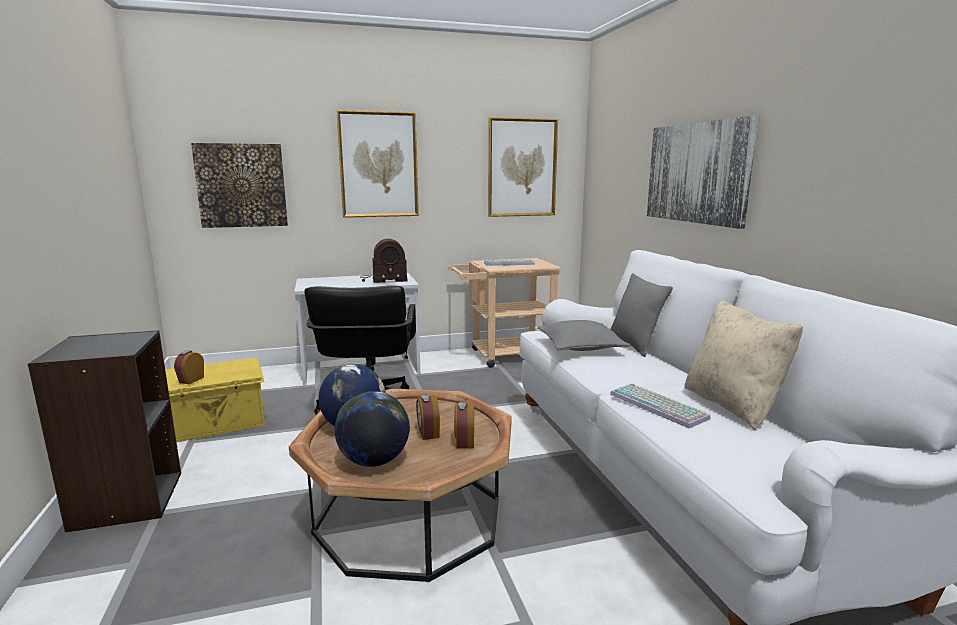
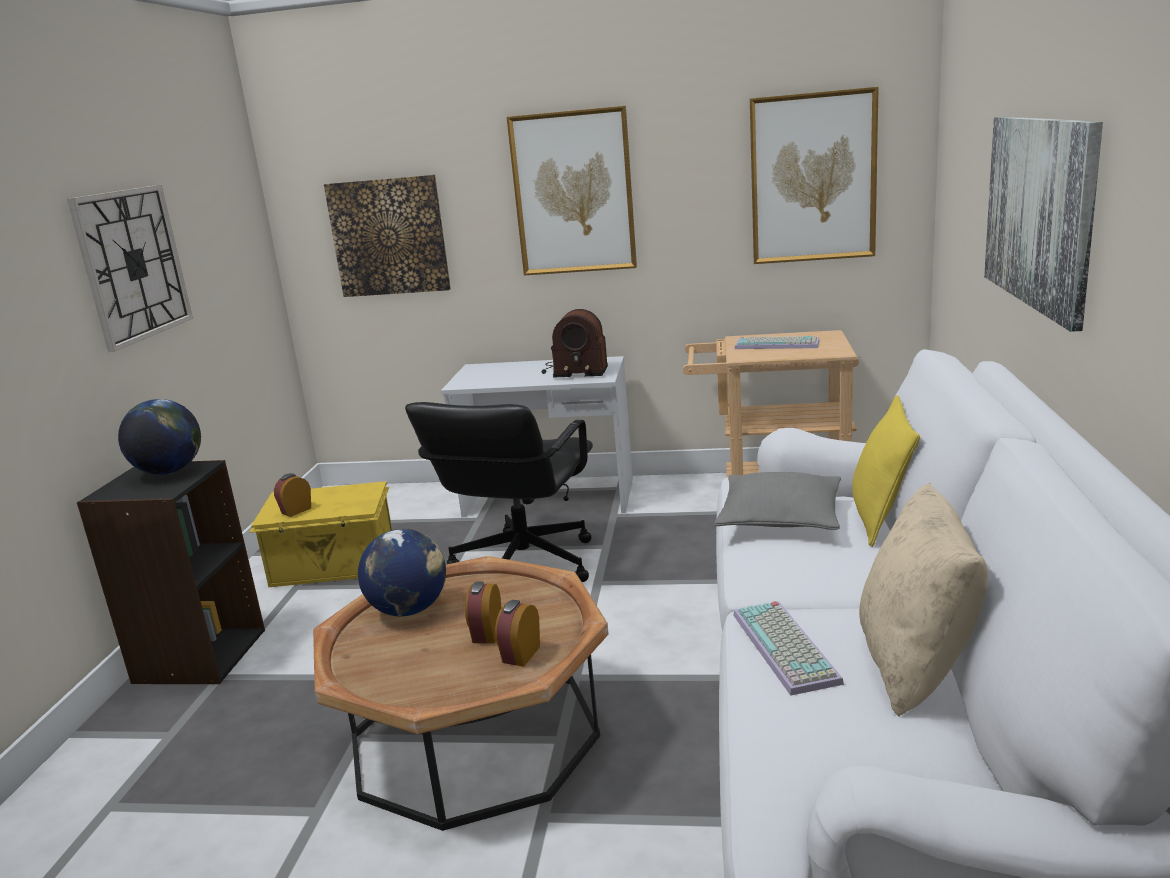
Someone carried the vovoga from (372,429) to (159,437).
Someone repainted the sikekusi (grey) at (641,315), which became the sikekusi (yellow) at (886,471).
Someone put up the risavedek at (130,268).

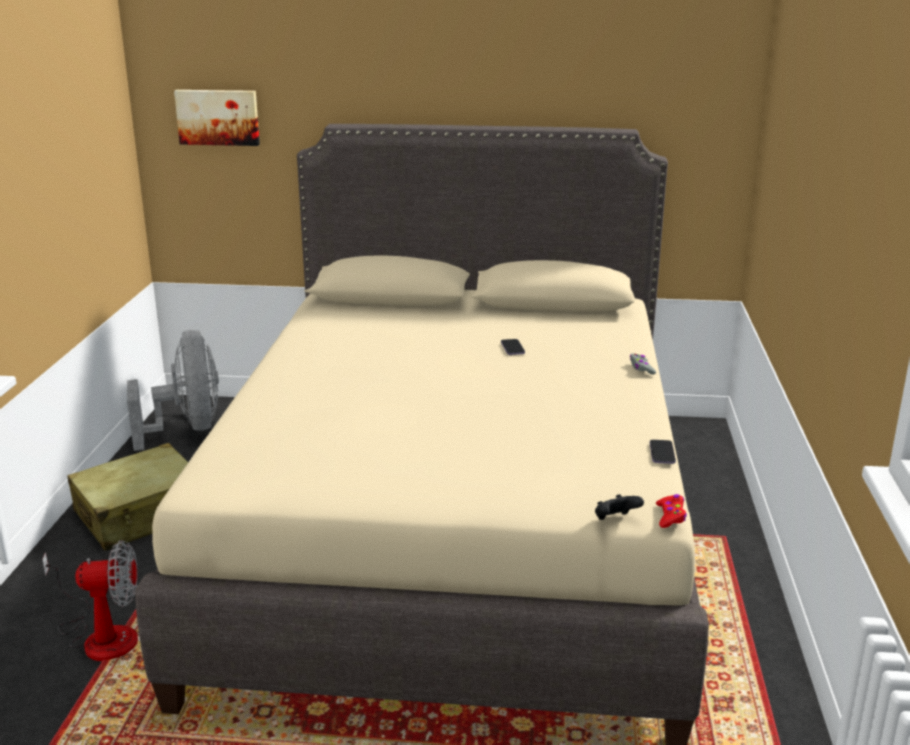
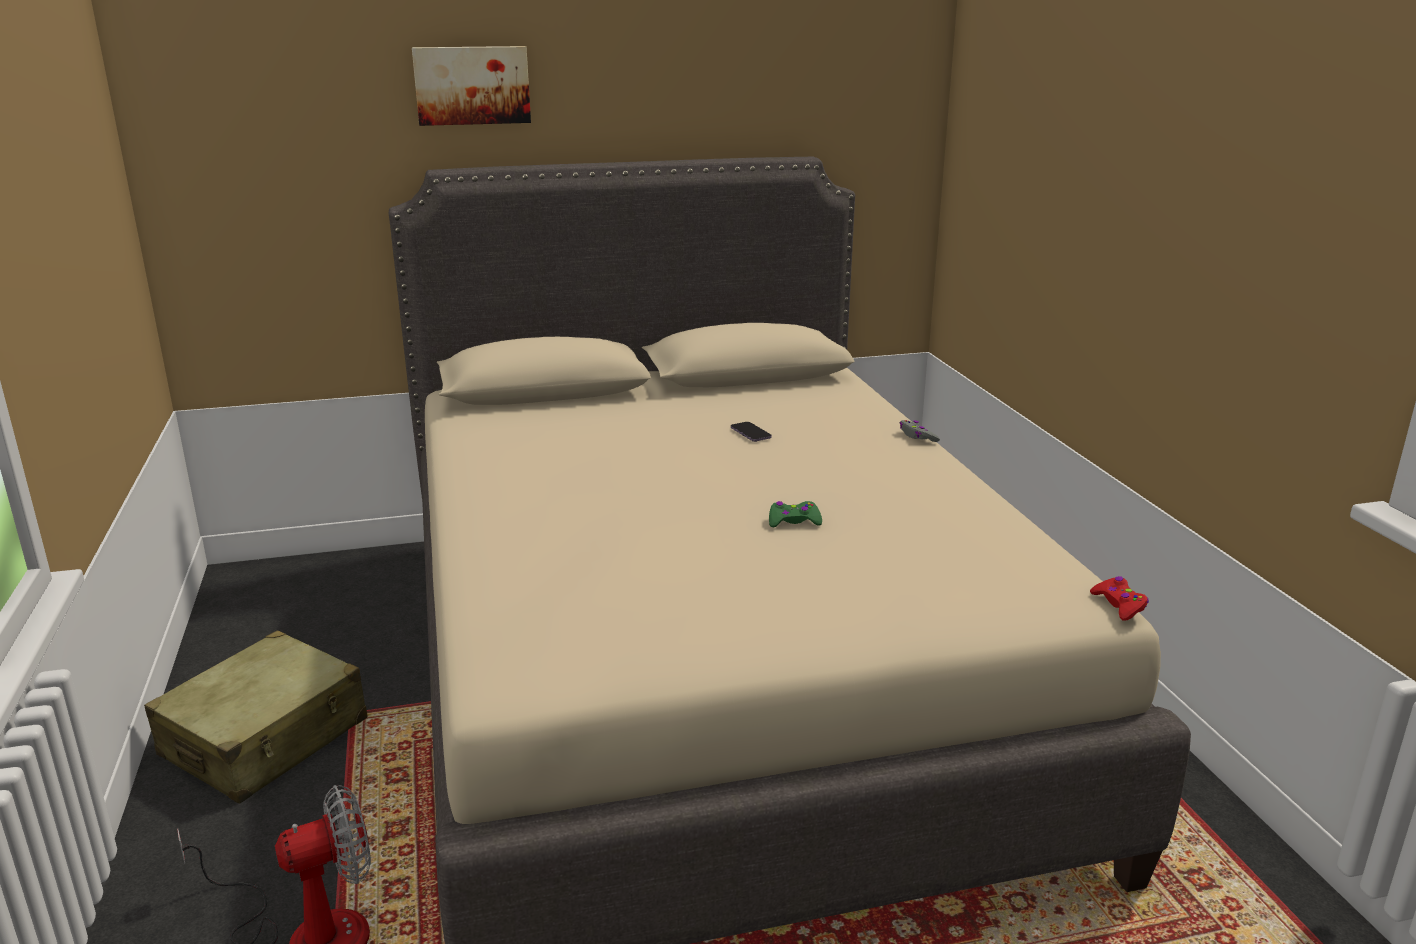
Someone took away the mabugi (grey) at (173,390).
Someone carried the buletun from (217,118) to (471,86).
Someone took away the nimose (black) at (619,507).
Someone took away the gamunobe at (663,452).
Someone put down the nimose (green) at (795,514).

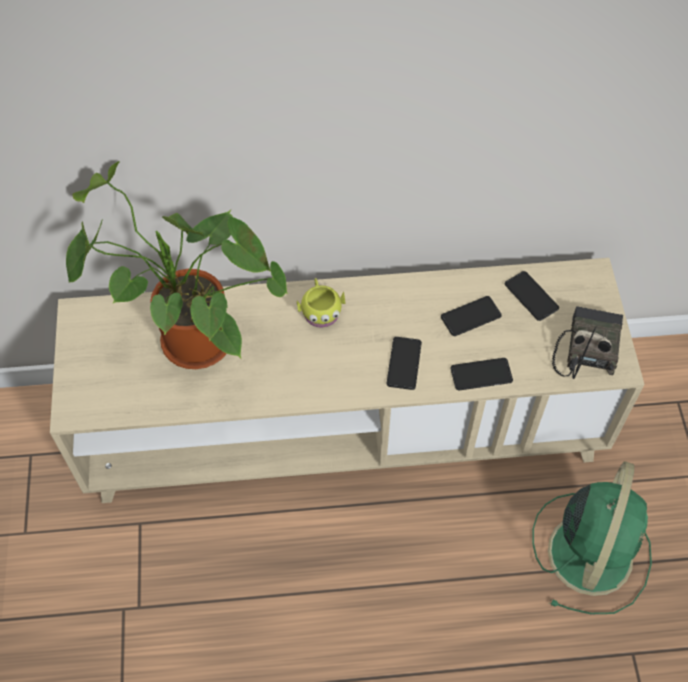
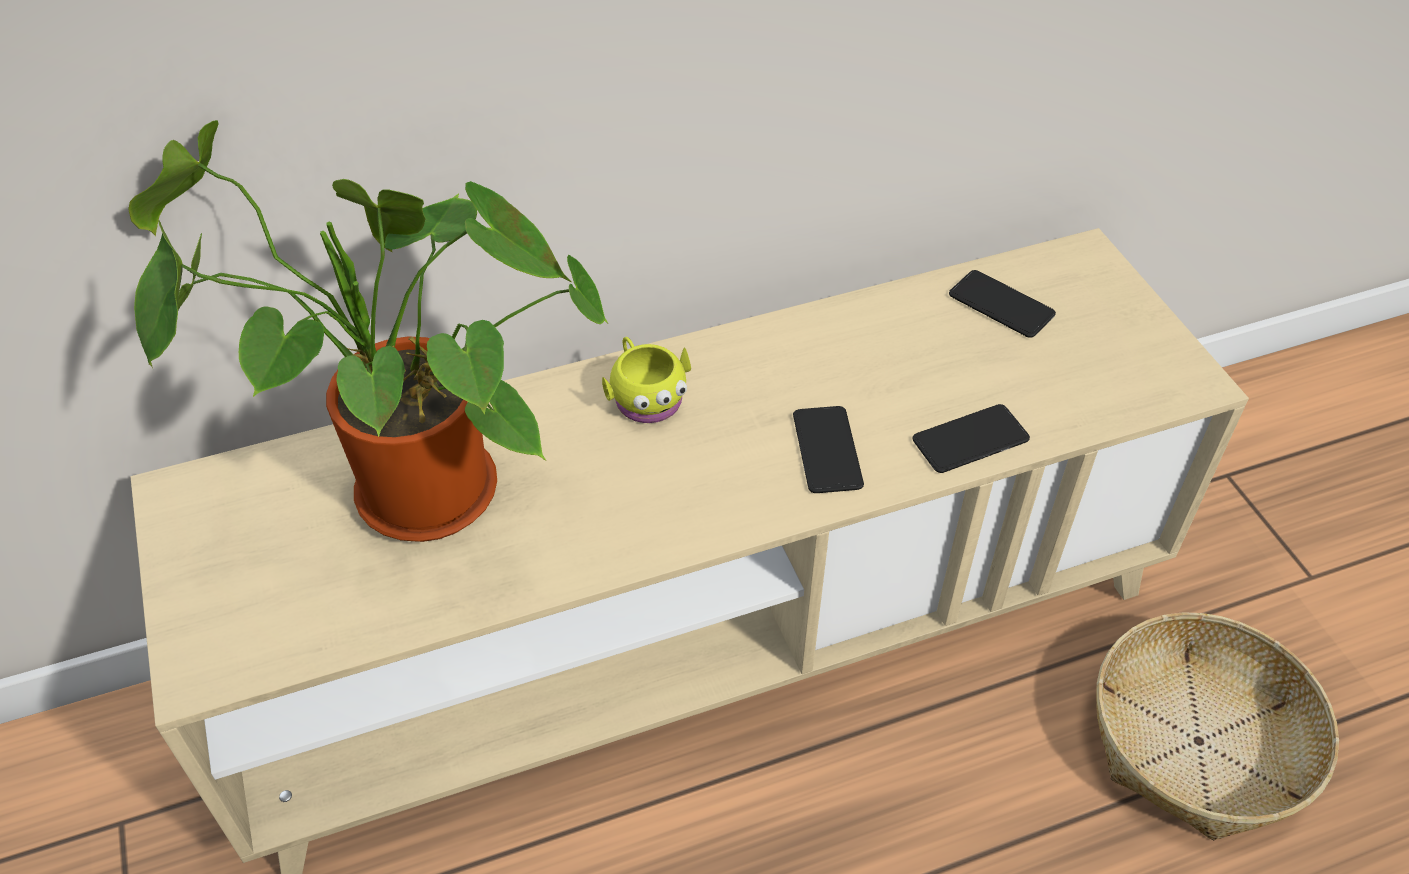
Someone took away the gamunobe at (471,316).
Someone swapped the mabugi (green) at (592,537) for the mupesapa at (1217,726).
Someone took away the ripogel at (587,342).

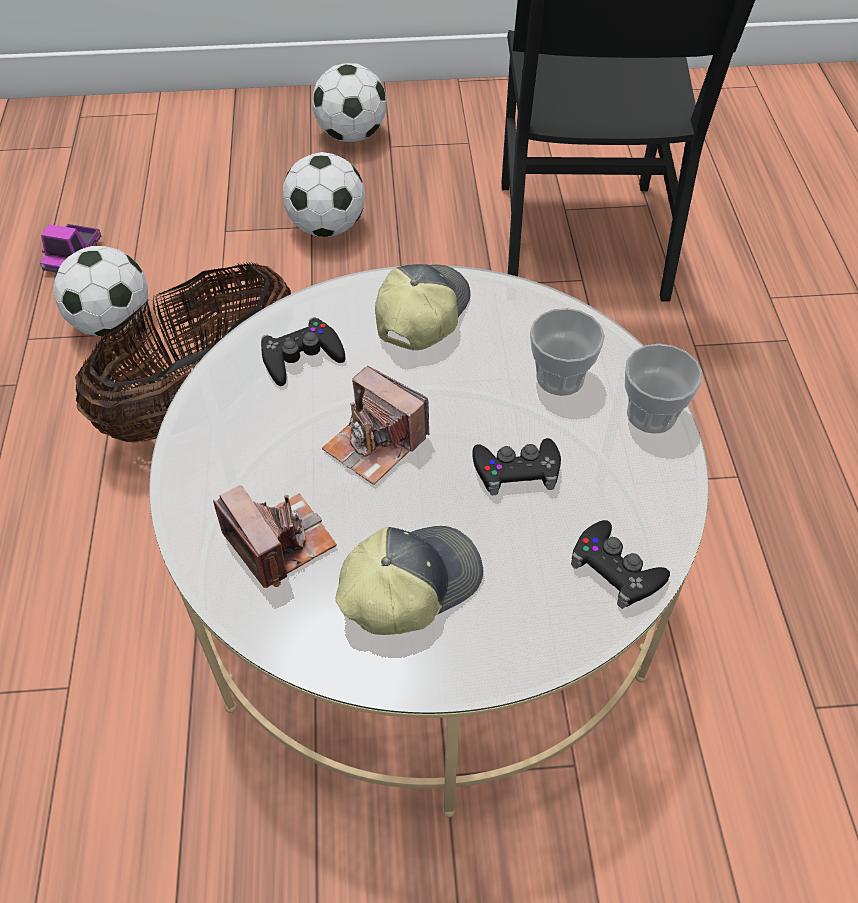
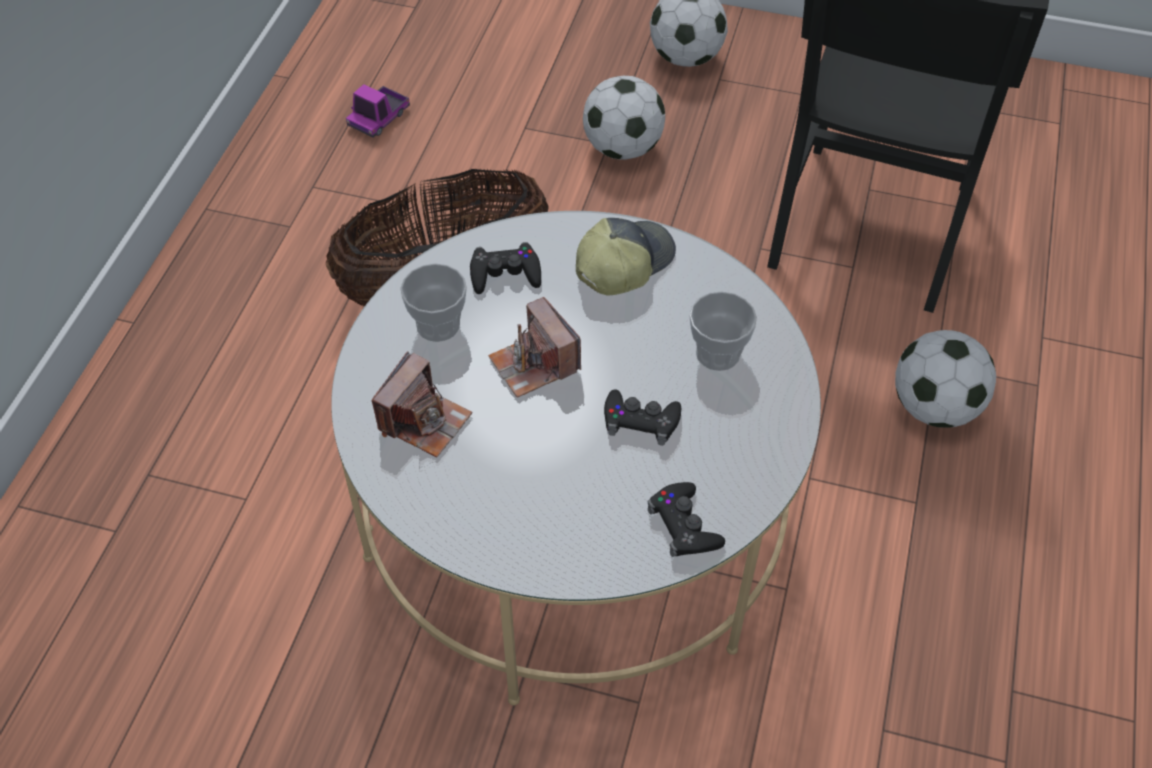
Someone carried the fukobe from (101,291) to (945,379).
Someone rotated the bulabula at (275,536) by 45 degrees clockwise.
Someone took away the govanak at (409,580).
Someone carried the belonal from (663,389) to (433,302).

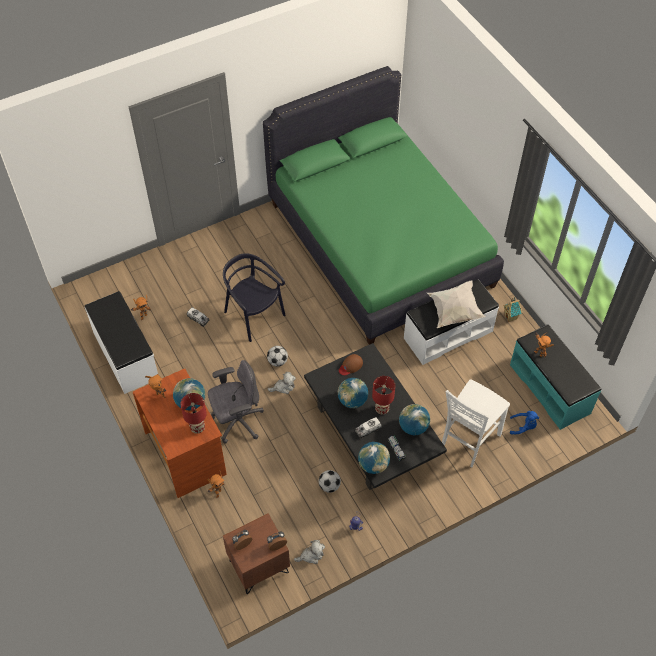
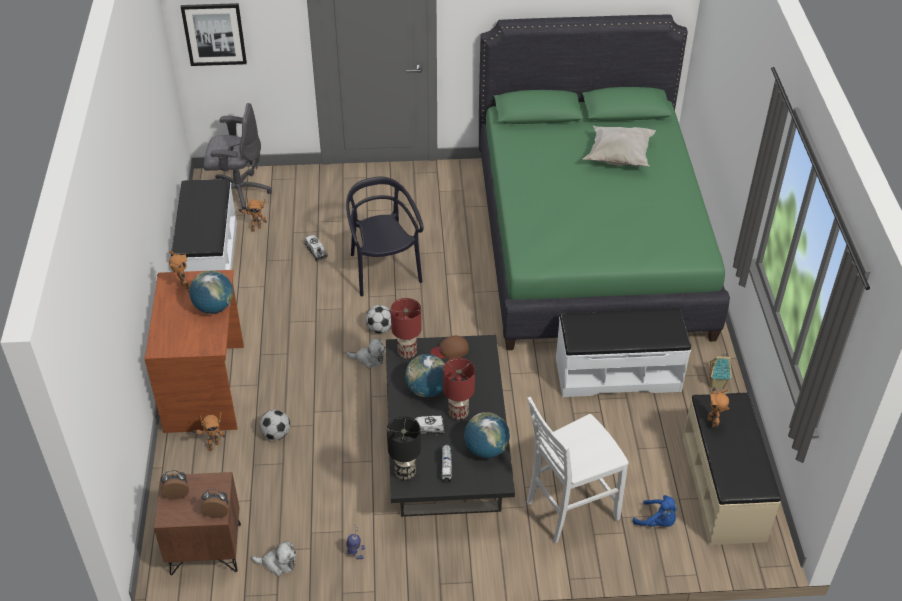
Someone carried the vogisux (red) from (193,413) to (406,328).
Someone carried the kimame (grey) from (236,402) to (238,157).
Someone carried the fukobe from (330,481) to (275,425).
Someone swapped the vovoga at (374,458) for the vogisux (black) at (404,448).
Someone carried the sikekusi (white) from (456,304) to (619,146).
Someone repainted the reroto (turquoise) at (555,377), which became the reroto (beige) at (731,468).
Someone put up the buletun at (214,34).

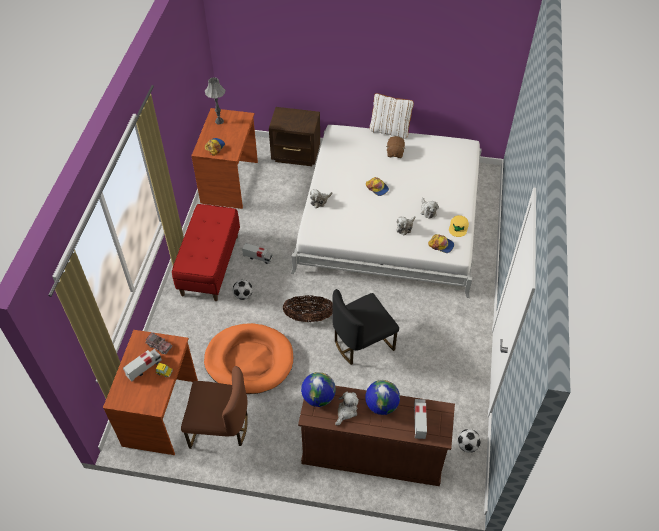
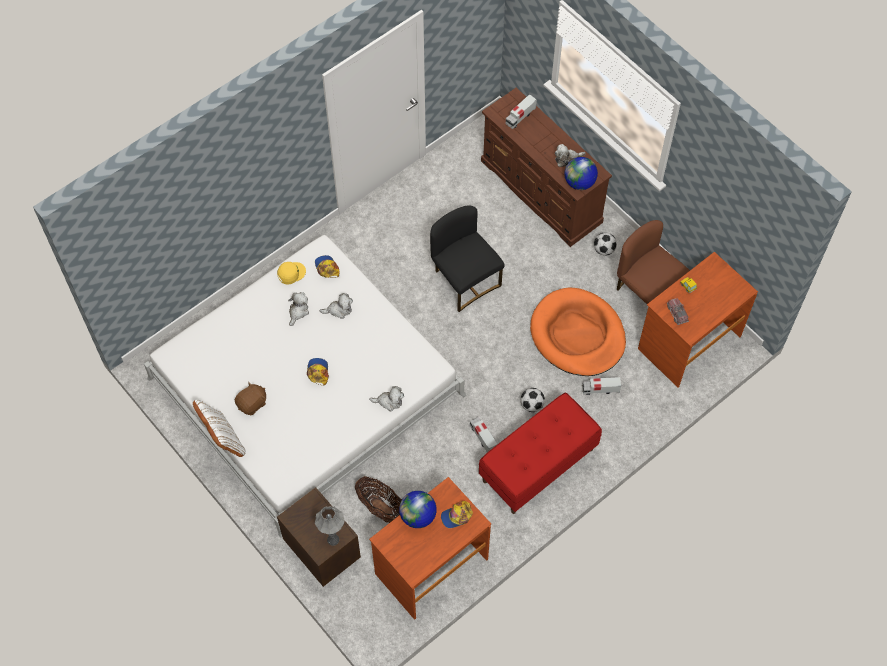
Someone carried the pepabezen from (142,365) to (601,386).
Someone carried the vogisux (grey) from (215,101) to (329,526).
Someone carried the mupesapa from (307,308) to (378,499).
Someone rotated the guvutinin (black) at (365,327) by 135 degrees counterclockwise.
Someone carried the vovoga from (382,397) to (418,509).
Someone carried the fukobe from (469,441) to (605,244).

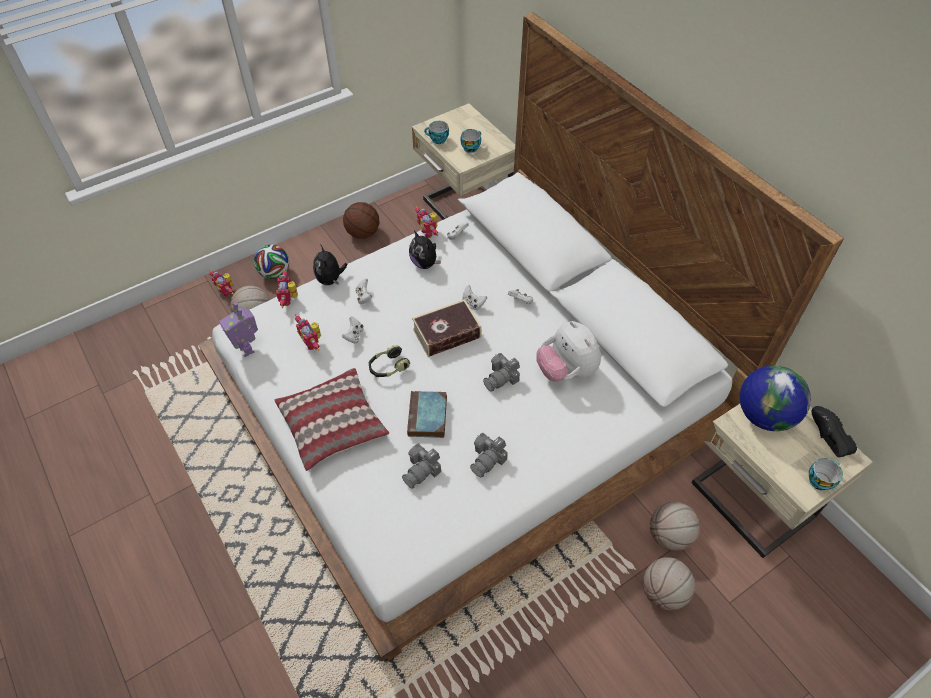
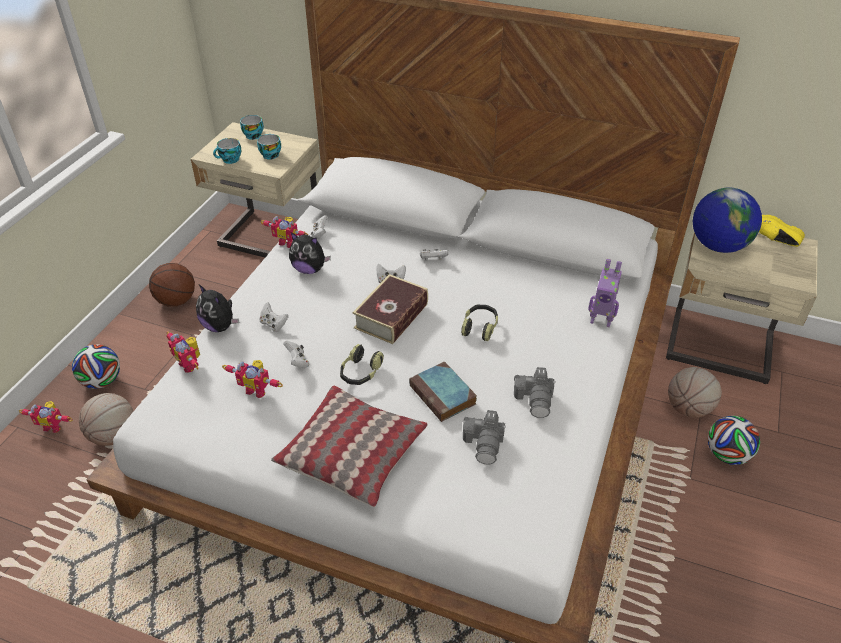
Someone carried the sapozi from (238,329) to (605,293).
Someone swapped the bulabula at (501,372) for the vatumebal at (479,323).
Someone took away the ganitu at (568,351).
Someone swapped the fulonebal at (669,583) for the fukobe at (734,440).
Someone carried the belonal from (826,474) to (252,127).
Someone repainted the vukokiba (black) at (834,431), which became the vukokiba (yellow) at (782,231).

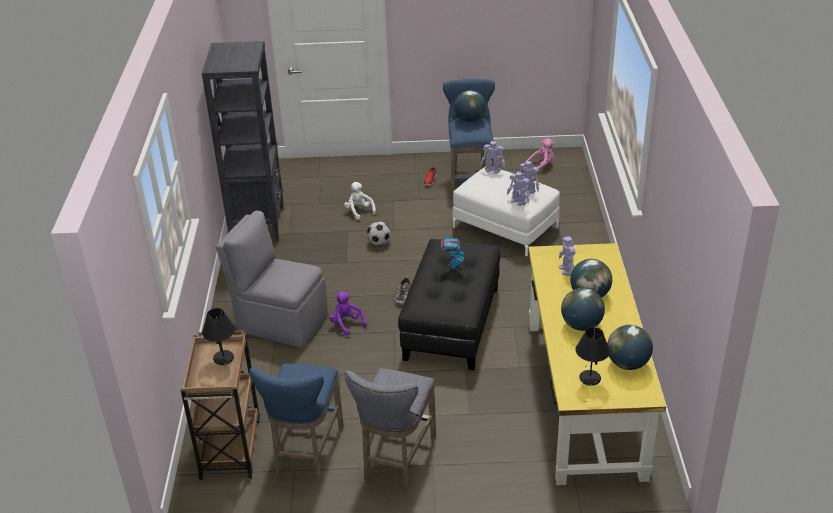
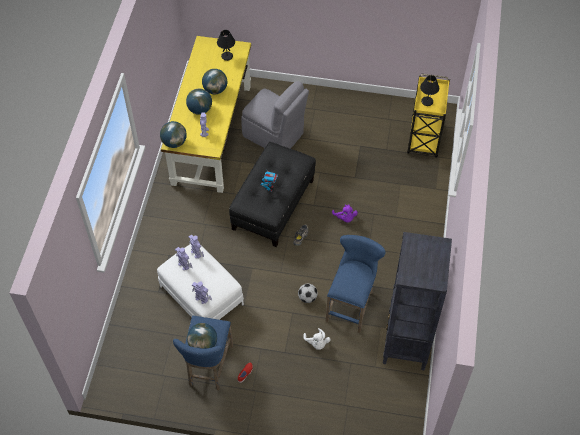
Someone repainted the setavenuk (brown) at (220,405), which became the setavenuk (yellow) at (428,115).
Someone carried the guvutinin (grey) from (272,279) to (275,115).
Someone carried the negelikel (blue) from (296,422) to (356,284).
Someone took away the negelikel (grey) at (390,429).
Someone took away the ganitu (pink) at (540,154).
Someone carried the vovoga from (630,347) to (173,134).

